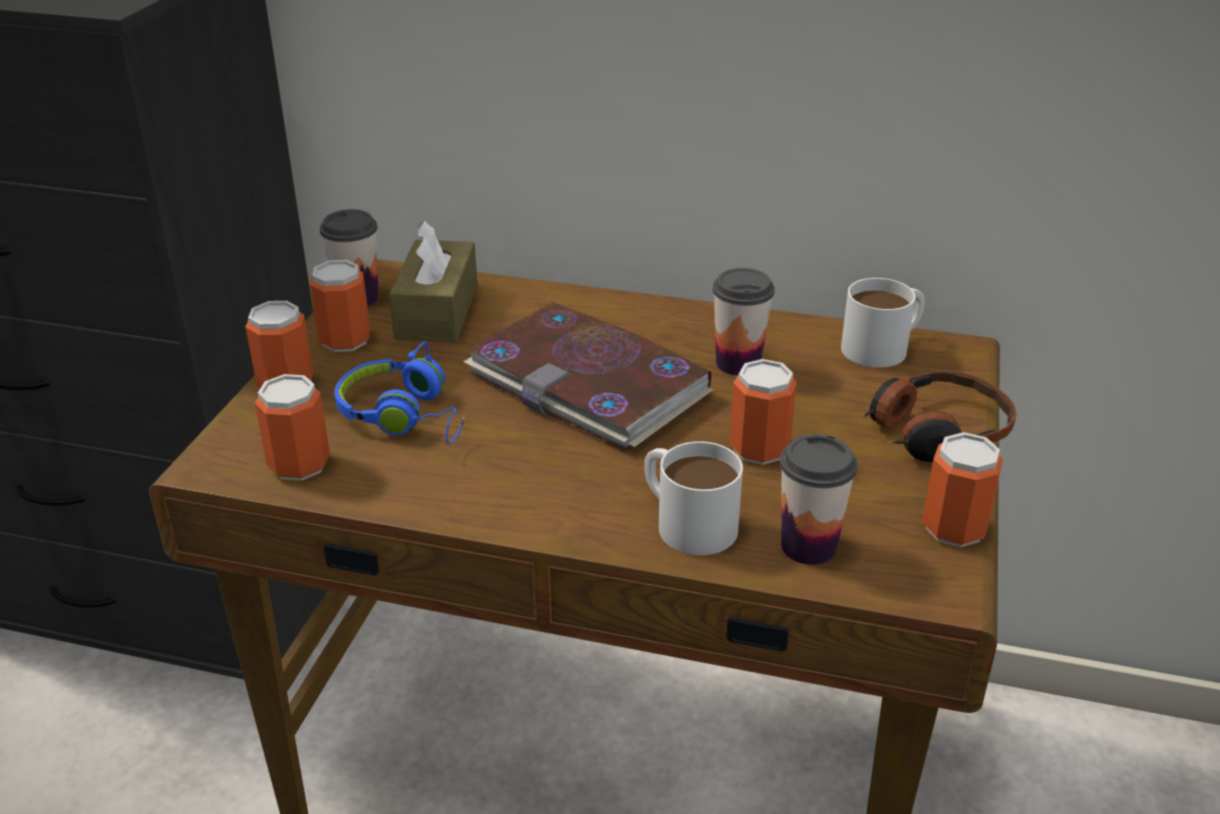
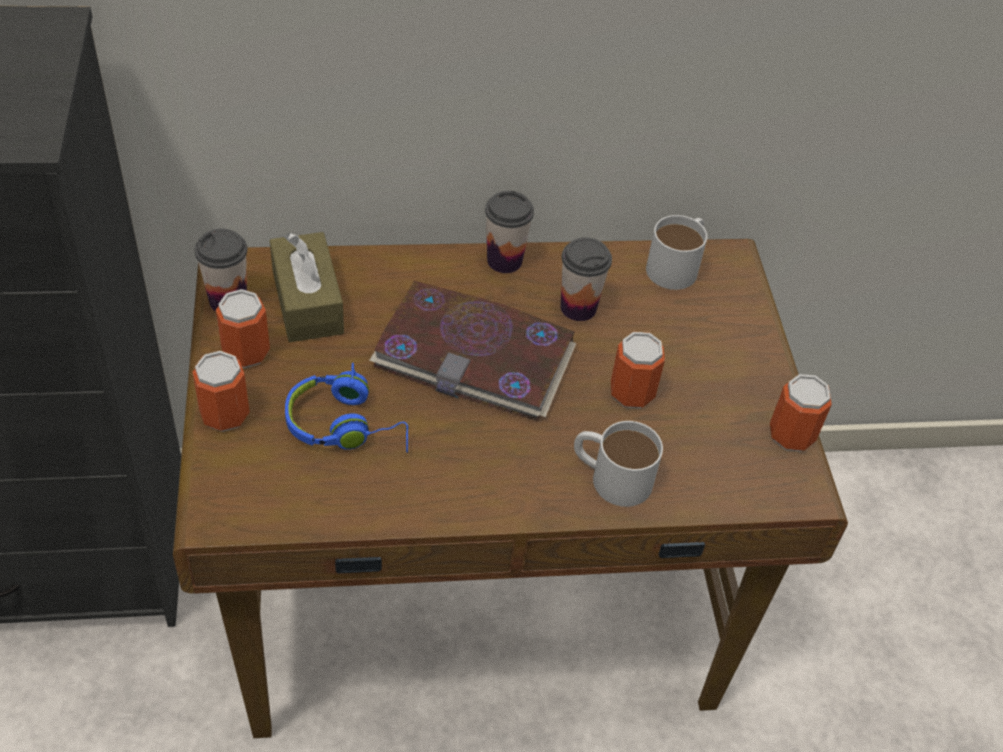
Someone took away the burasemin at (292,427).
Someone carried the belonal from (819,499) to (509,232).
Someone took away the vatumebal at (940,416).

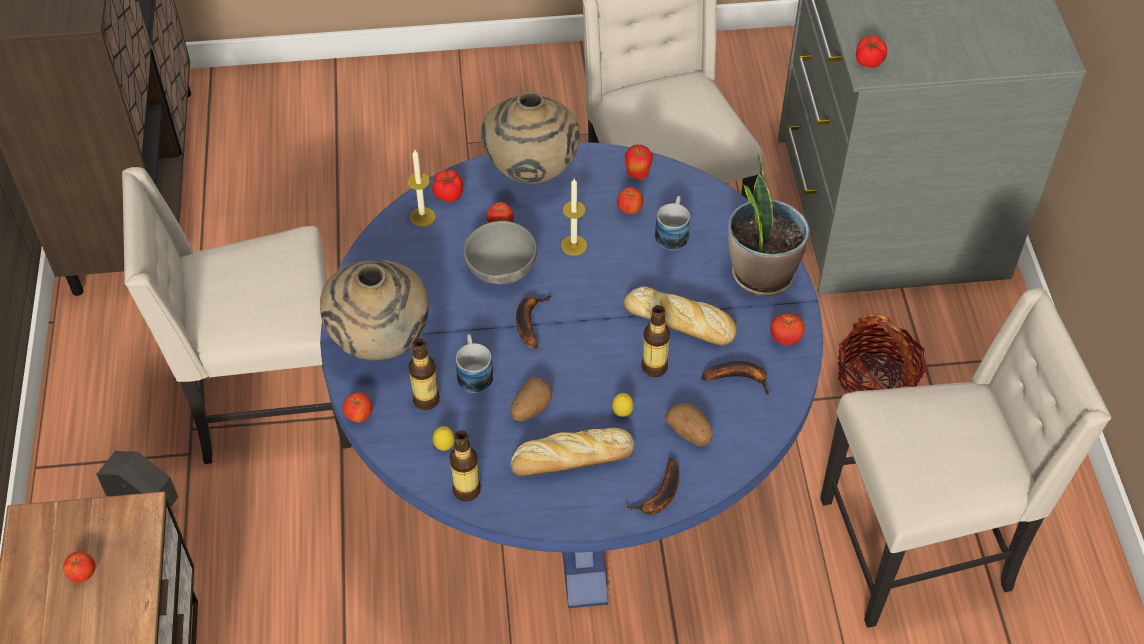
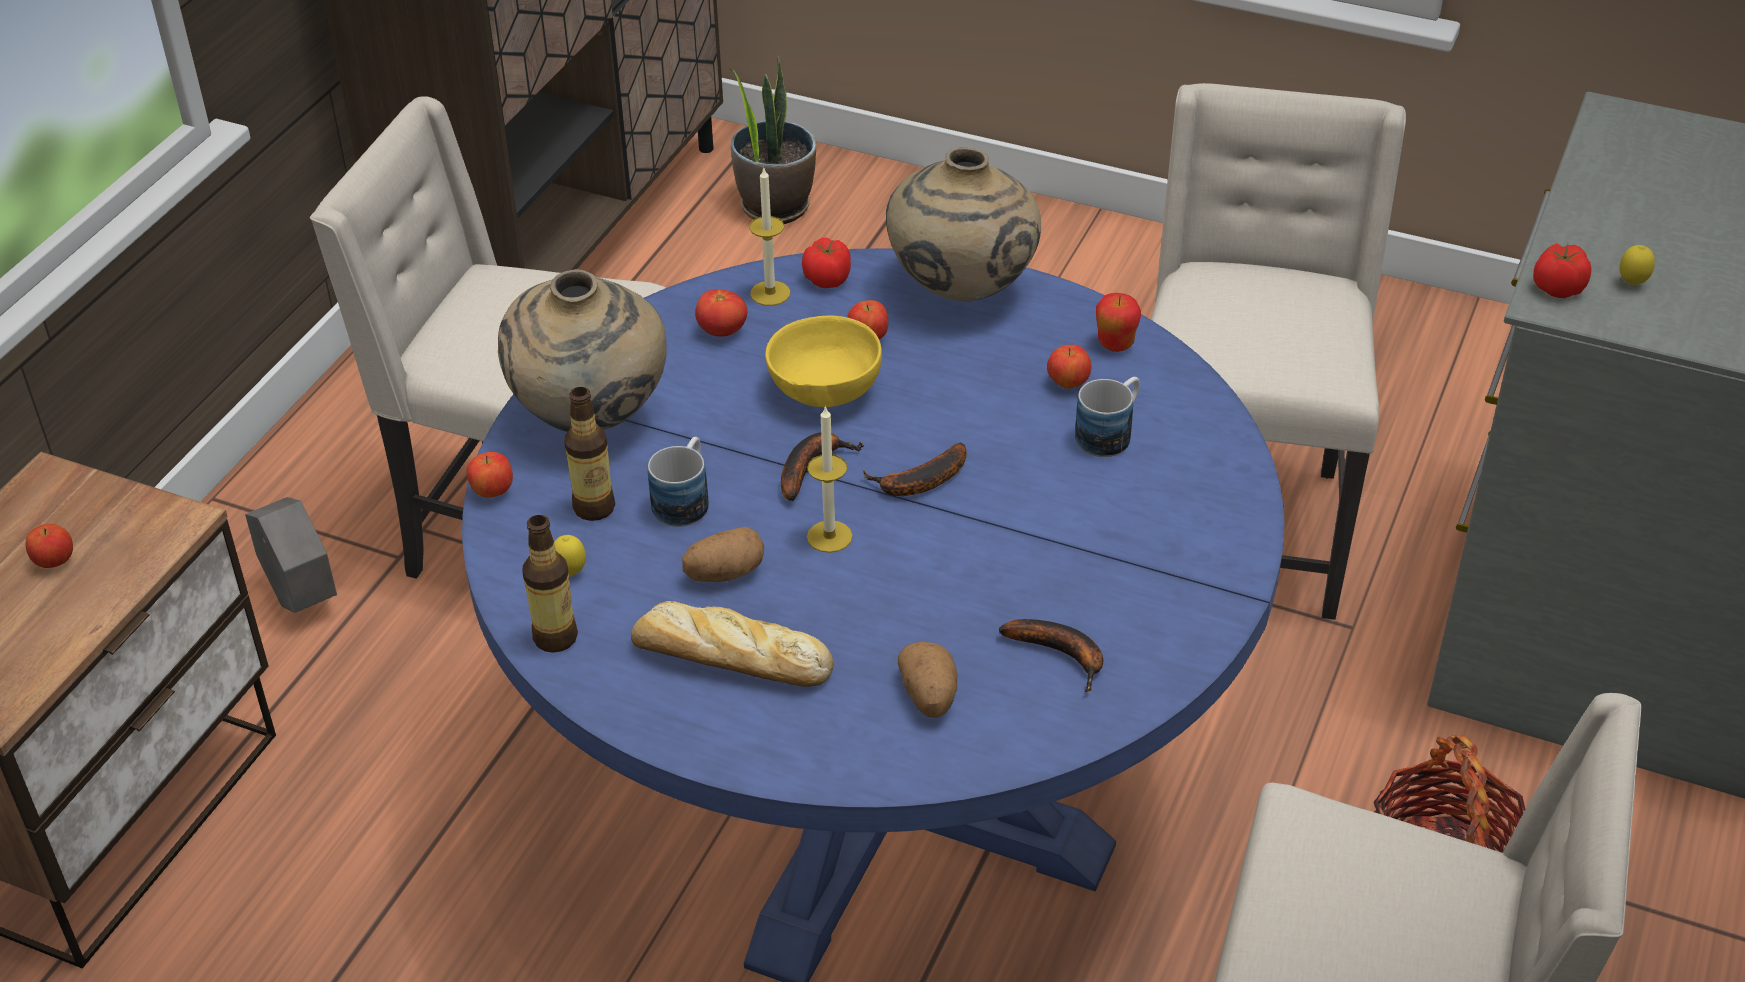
Someone repainted the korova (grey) at (500,252), which became the korova (yellow) at (823,361).
Someone carried the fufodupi from (574,217) to (830,479).
Someone carried the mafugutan from (623,405) to (1637,265).
Someone took away the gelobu at (680,315).
Someone carried the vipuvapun from (652,486) to (915,469).
Someone took away the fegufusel at (655,341).
Someone carried the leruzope from (769,224) to (772,140).
Someone carried the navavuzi from (787,329) to (721,313).

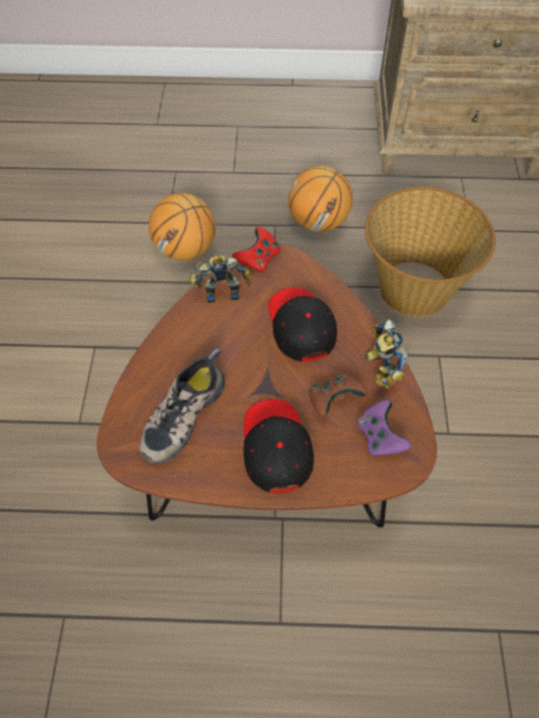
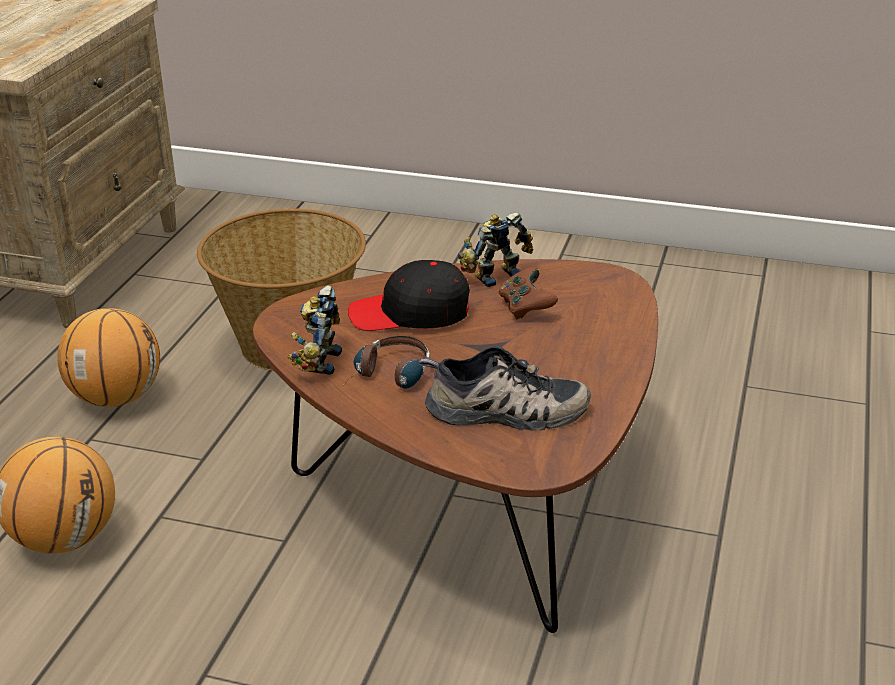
Someone rotated the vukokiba at (182,406) by 45 degrees counterclockwise.
Someone took away the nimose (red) at (256,250).
Someone took away the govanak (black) at (278,446).
Someone took away the nimose (purple) at (384,427).
Someone rotated the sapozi at (386,354) by 150 degrees clockwise.
Someone put down the vatumebal at (388,362).

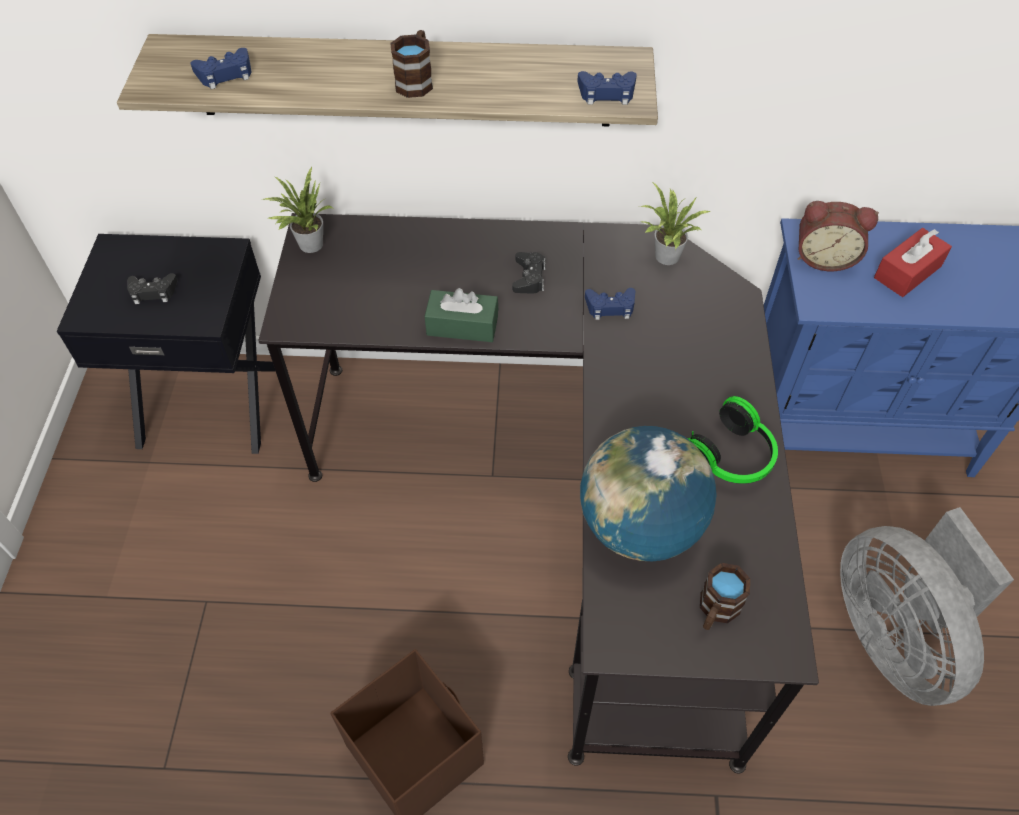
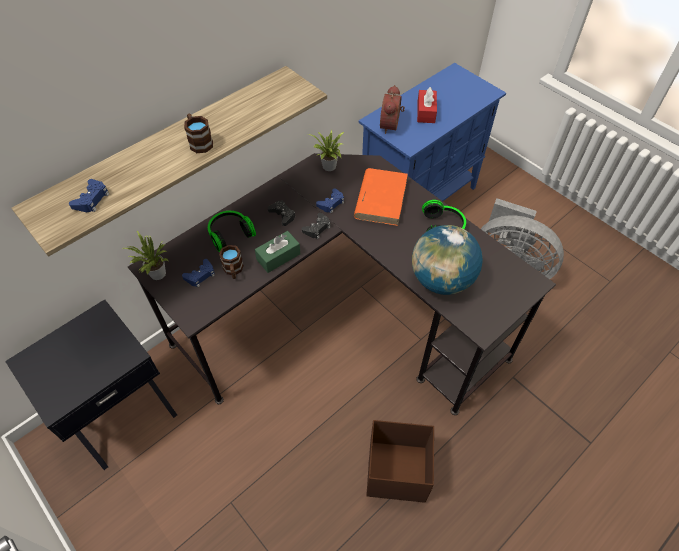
Someone carried the nimose (black) from (152,288) to (316,226).
Someone carried the nimose (blue) from (607,88) to (198,273).
Someone carried the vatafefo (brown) from (725,596) to (231,262).
Someone rotated the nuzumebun at (838,236) by 135 degrees clockwise.
Someone put down the vatumebal at (232,231).
Someone put down the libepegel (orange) at (381,197).

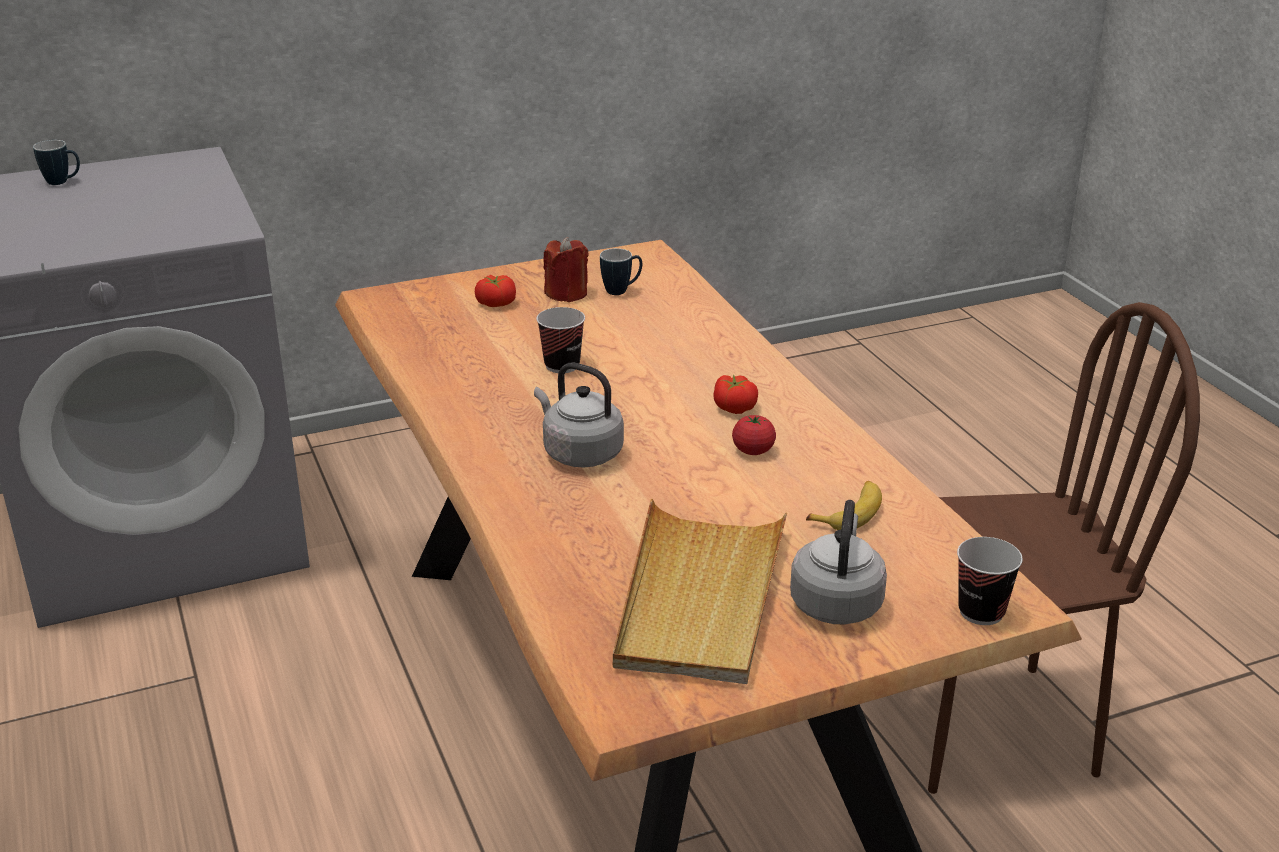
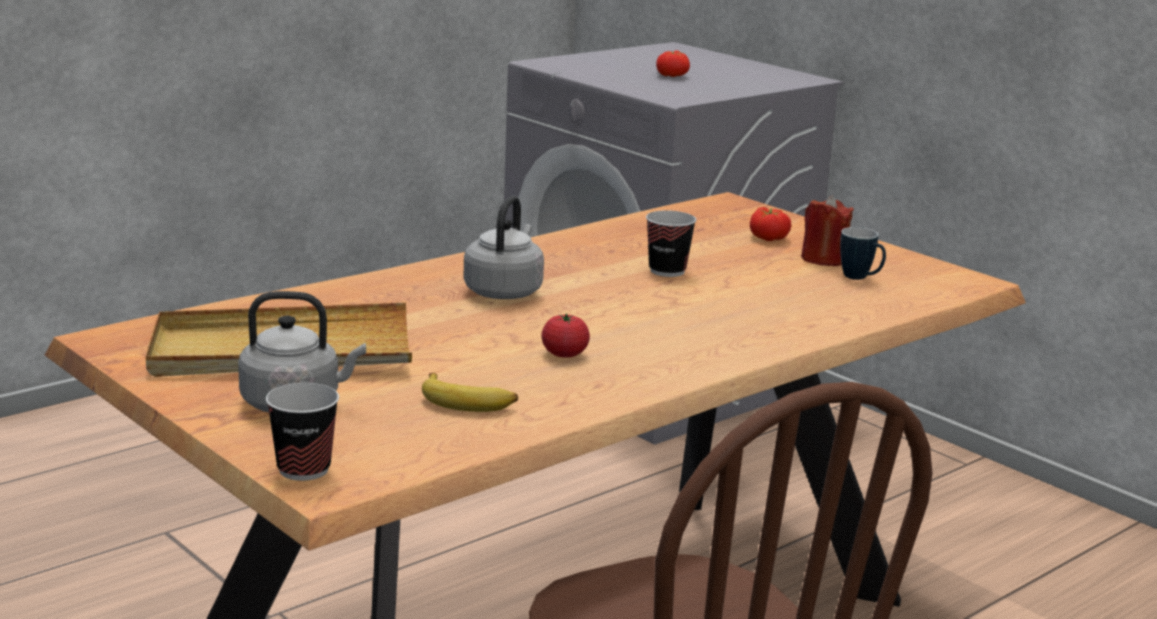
Someone took away the vatafefo at (56,162).
Someone carried the navavuzi from (735,394) to (673,63).

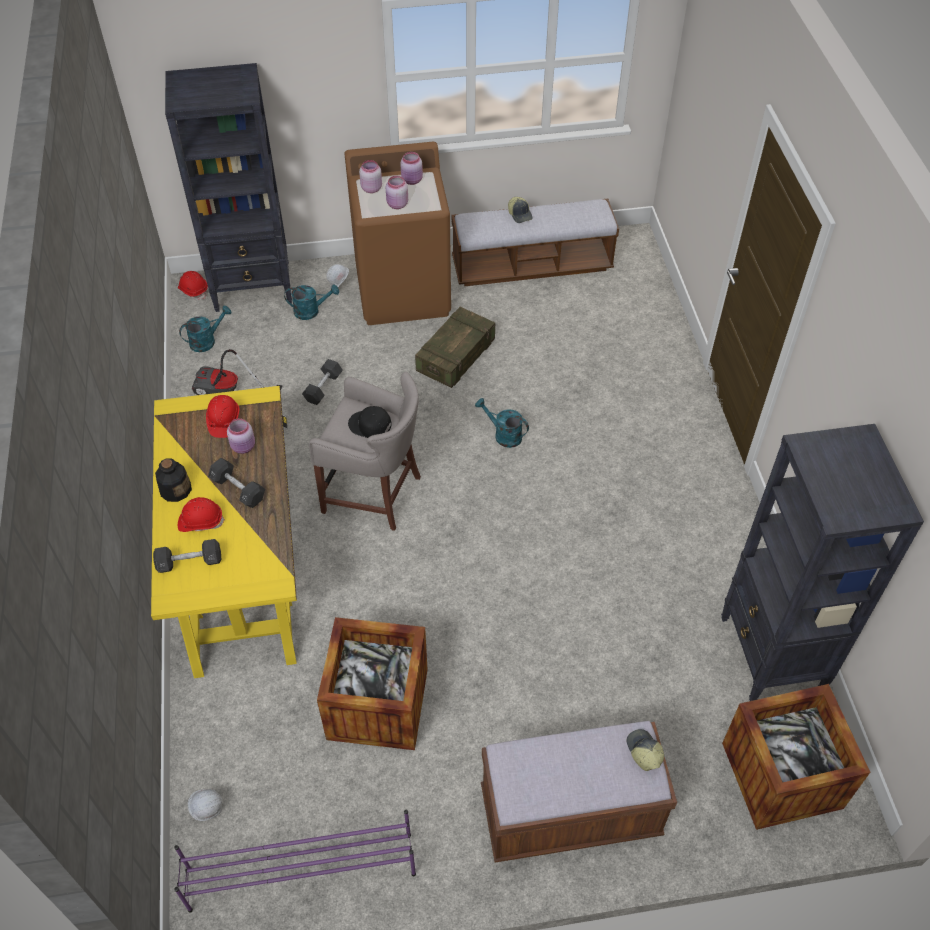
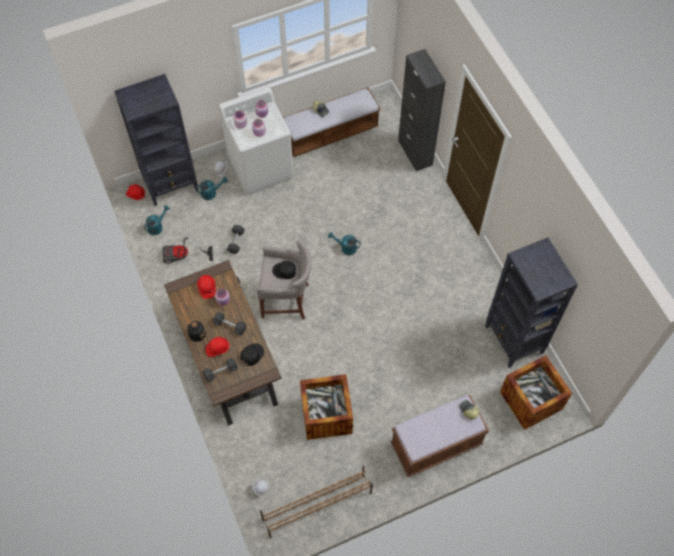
Someone repainted the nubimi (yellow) at (224,532), which became the nubimi (brown) at (223,343).
Someone repainted the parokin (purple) at (295,861), which became the parokin (brown) at (316,502).
Someone repainted the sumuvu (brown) at (397,233), which became the sumuvu (white) at (256,141).
Someone took away the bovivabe at (455,347).
Someone put down the govanak (black) at (252,354).
Someone put down the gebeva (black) at (422,110).

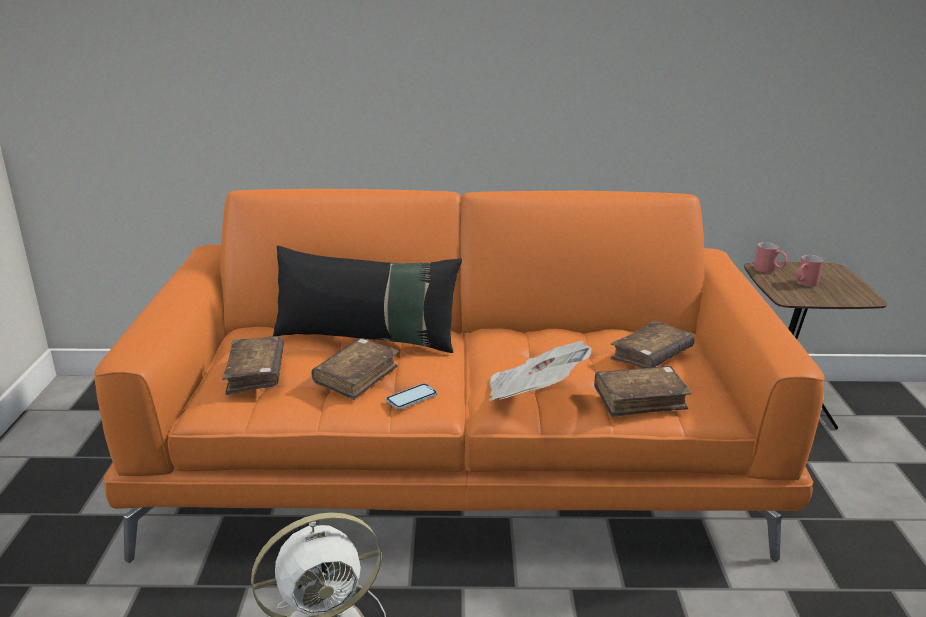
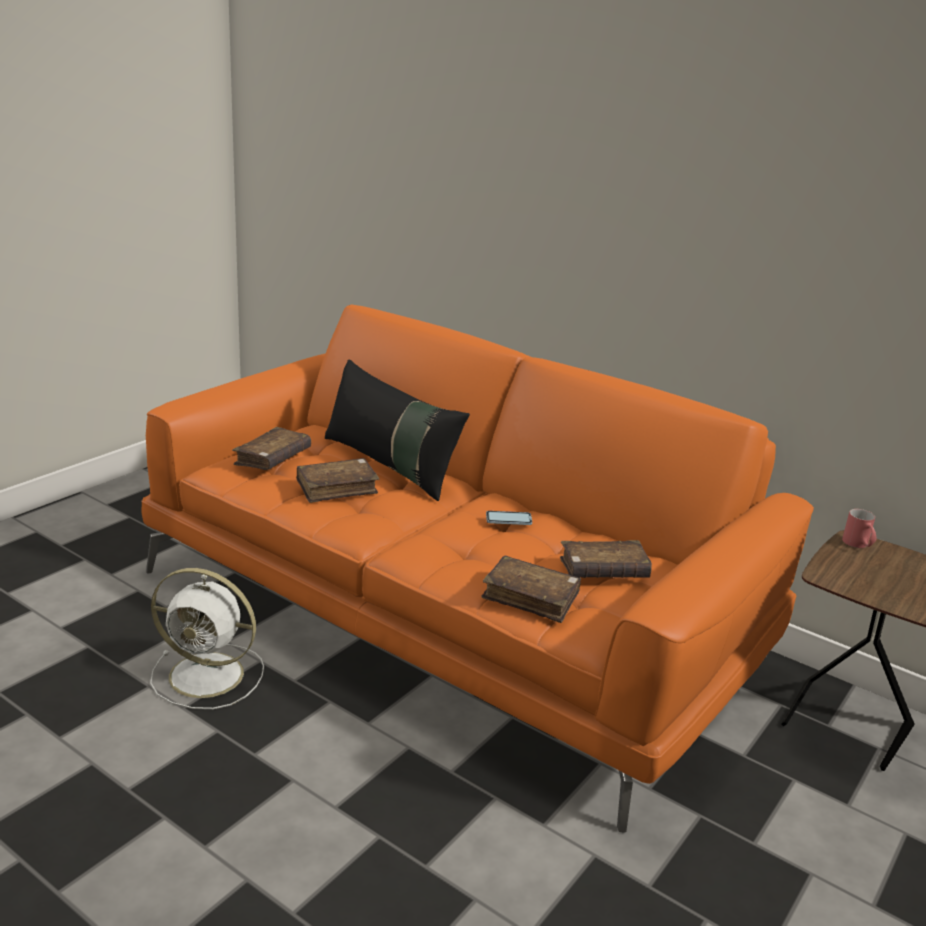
Someone carried the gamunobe from (411,396) to (509,518).
Someone took away the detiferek at (540,371).
Someone took away the vatafefo (red) at (810,271).

